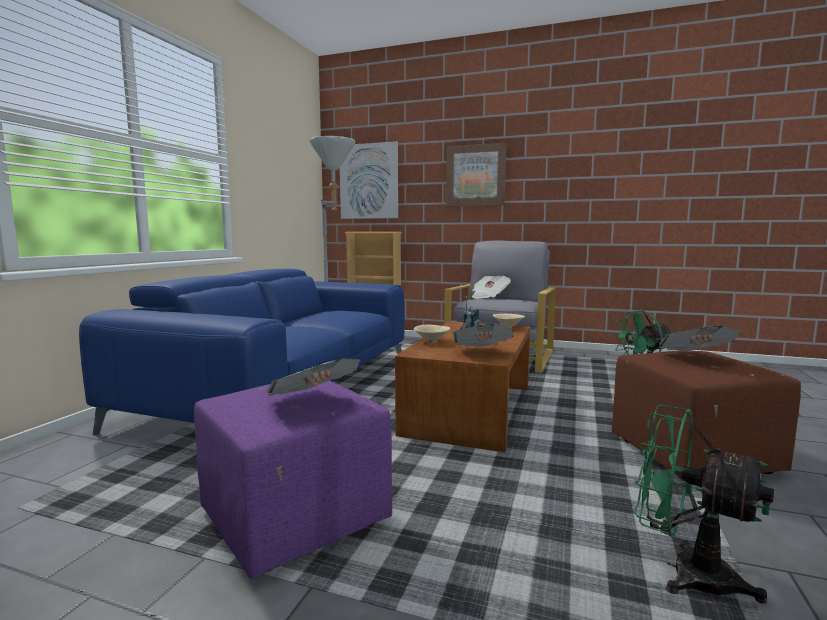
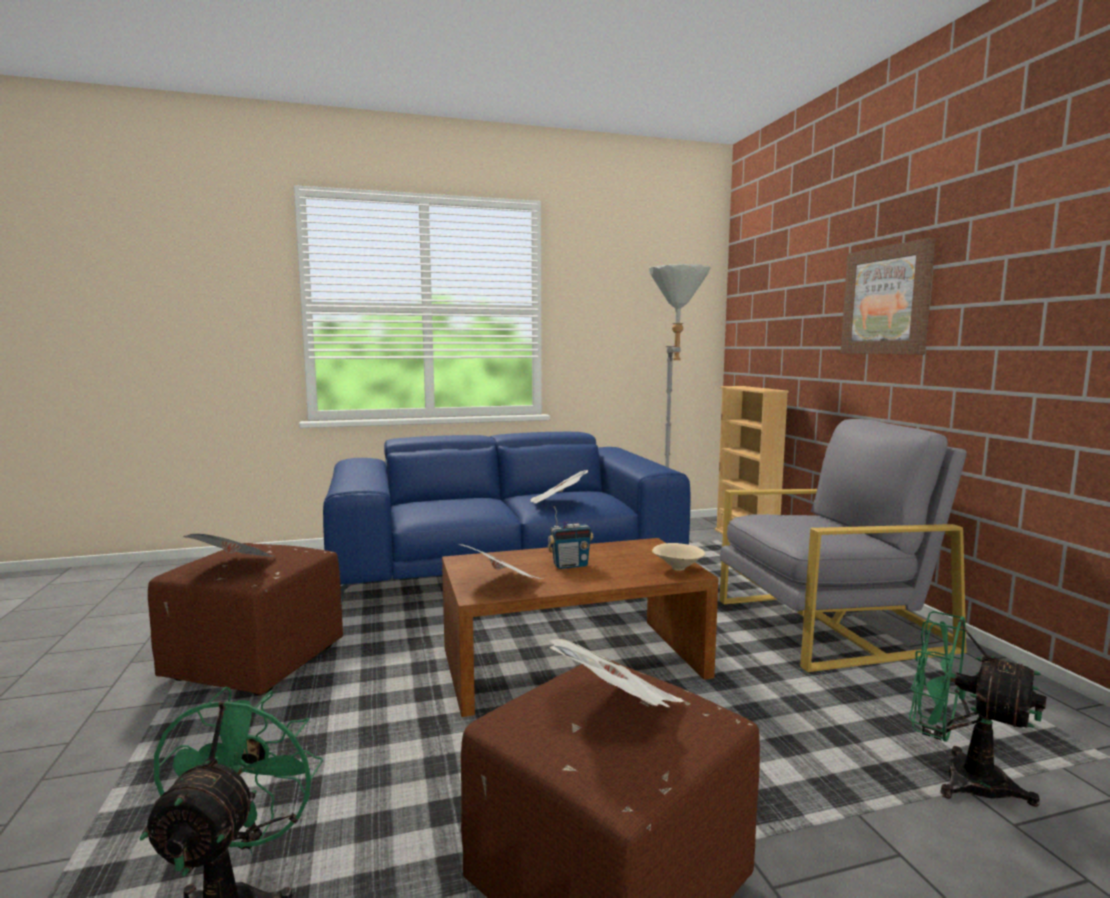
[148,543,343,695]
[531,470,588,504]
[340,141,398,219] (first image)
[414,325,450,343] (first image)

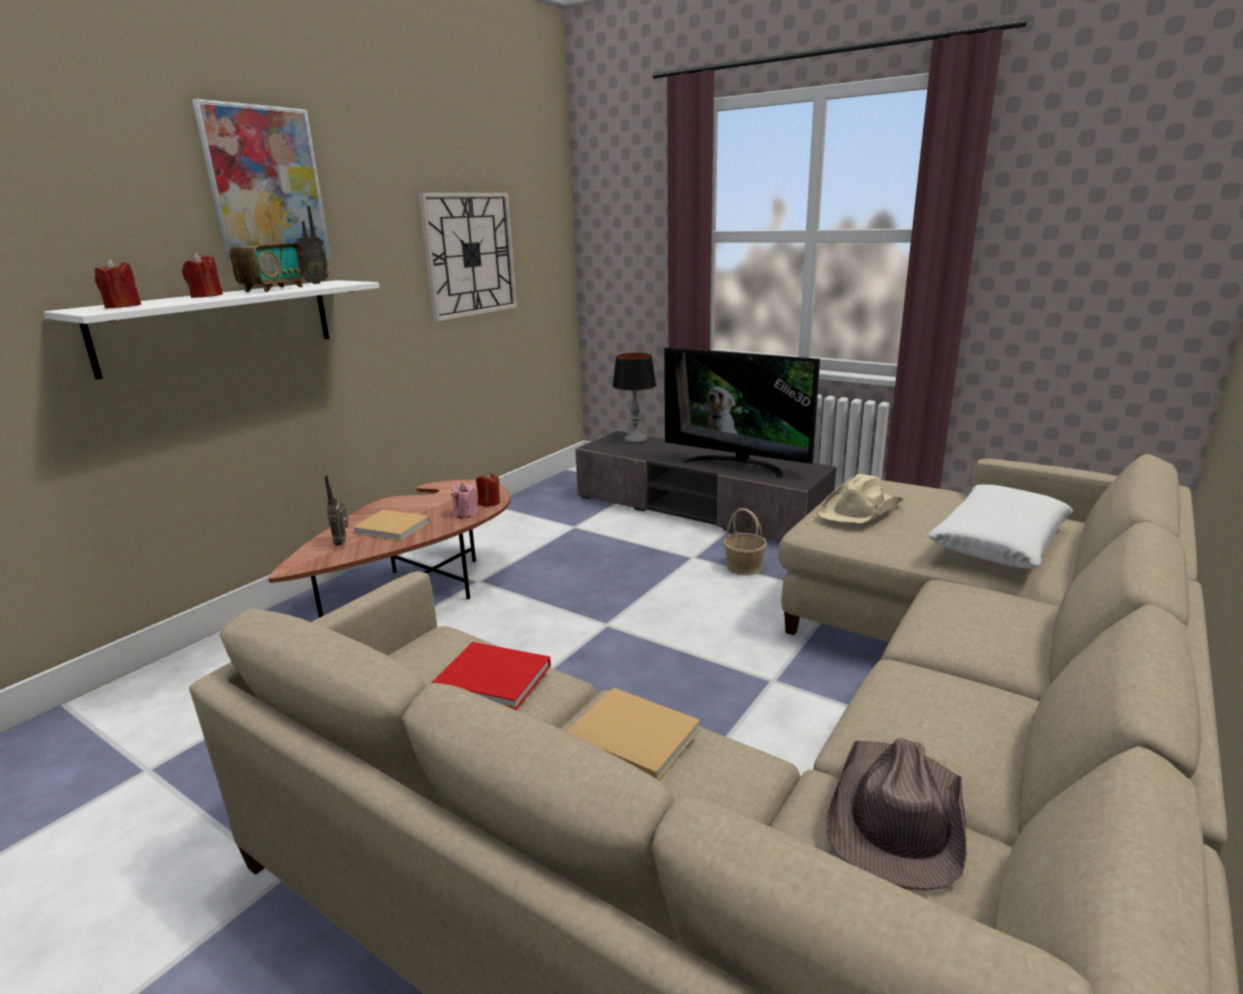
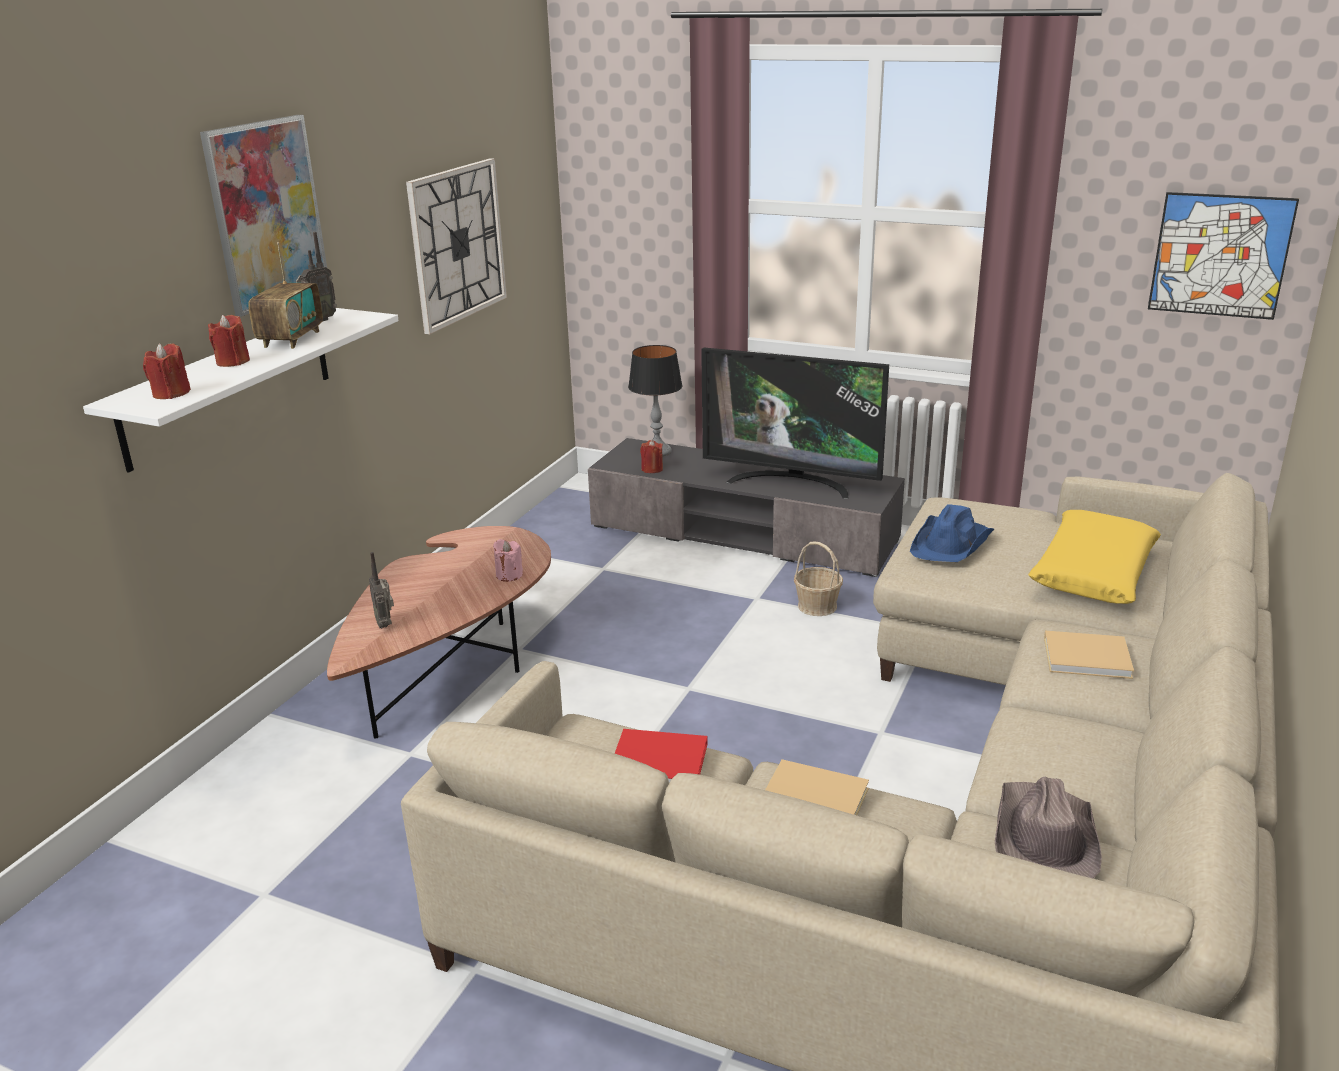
[640,440,663,473]
[910,504,994,562]
[1028,510,1161,604]
[1044,631,1134,679]
[1148,192,1299,320]

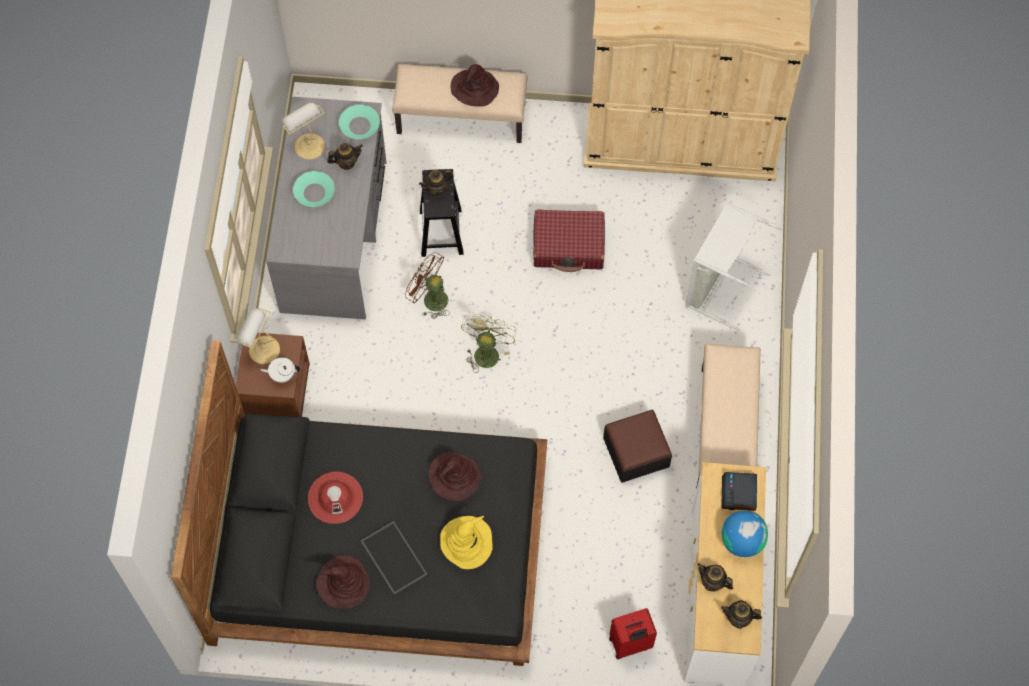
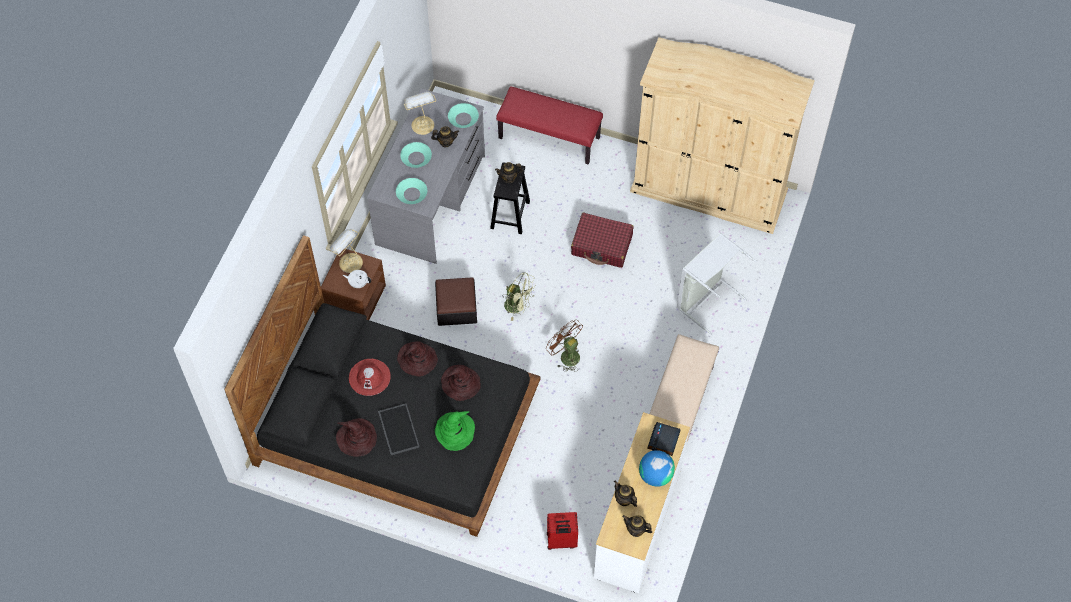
[396,178,427,204]
[397,341,438,377]
[435,277,477,326]
[435,411,475,451]
[496,87,603,165]
[504,272,536,321]
[546,320,583,372]

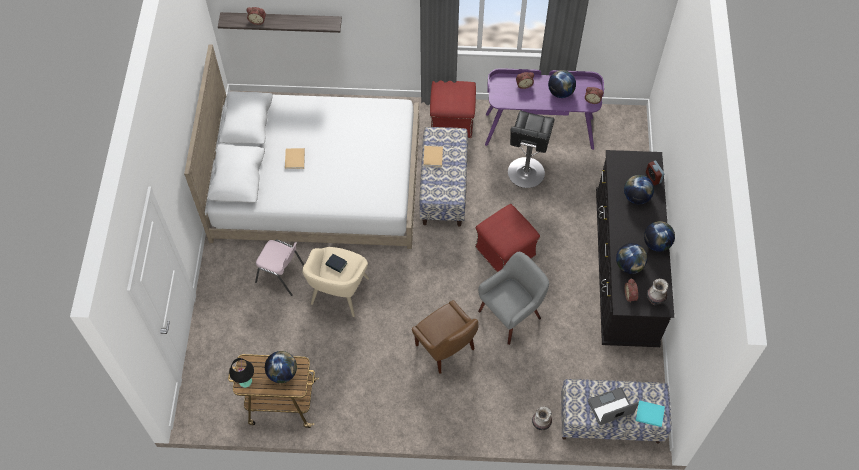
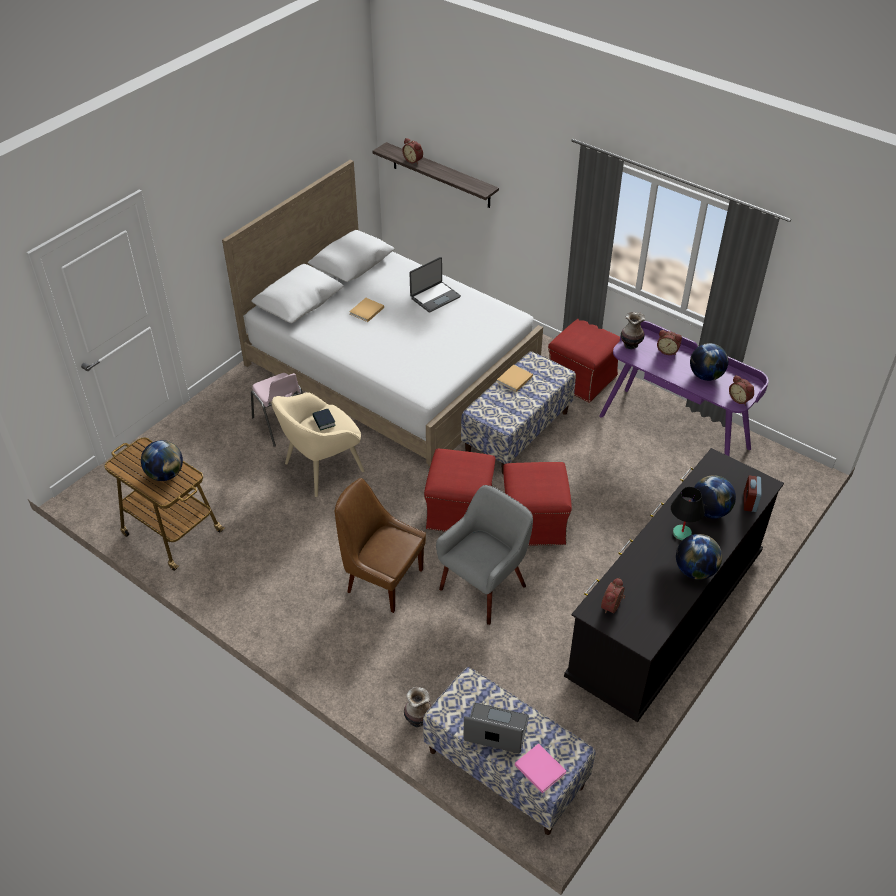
[335,478,426,613]
[409,257,461,313]
[424,449,495,532]
[436,485,533,625]
[515,743,566,793]
[621,312,645,349]
[671,487,705,540]
[508,110,555,188] (first image)
[616,243,647,274] (first image)

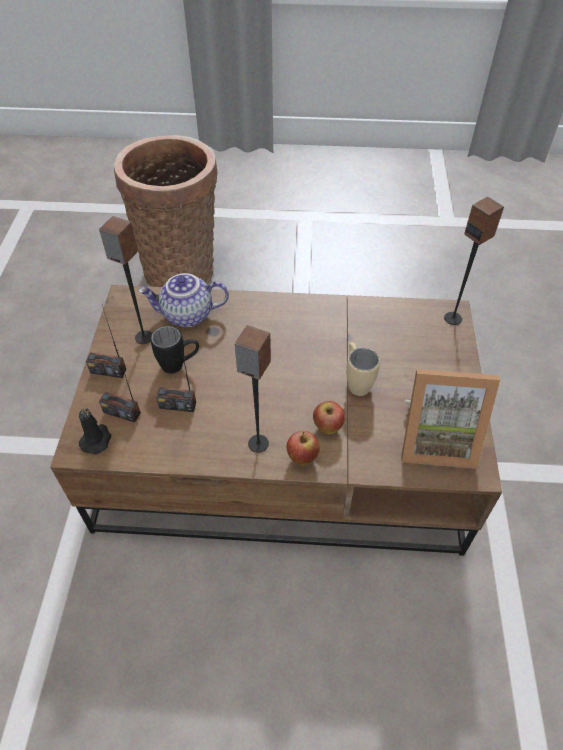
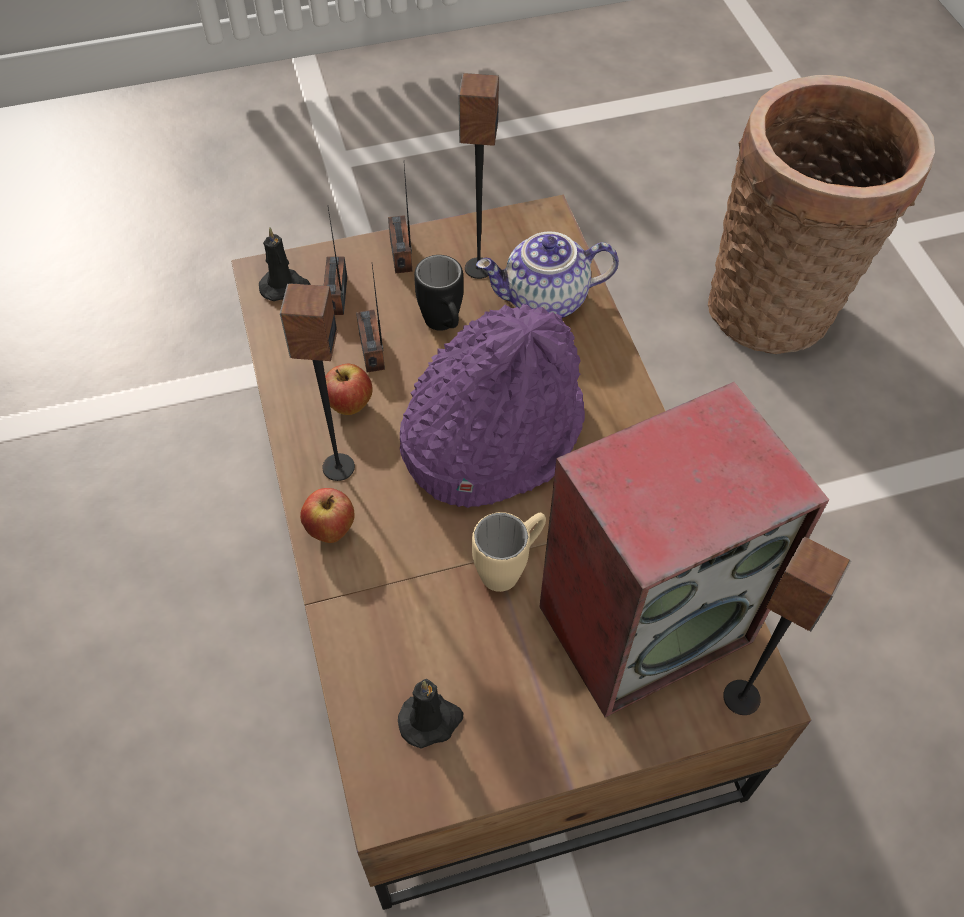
[325,364,372,415]
[398,679,463,749]
[400,304,585,508]
[476,232,619,318]
[539,382,829,717]

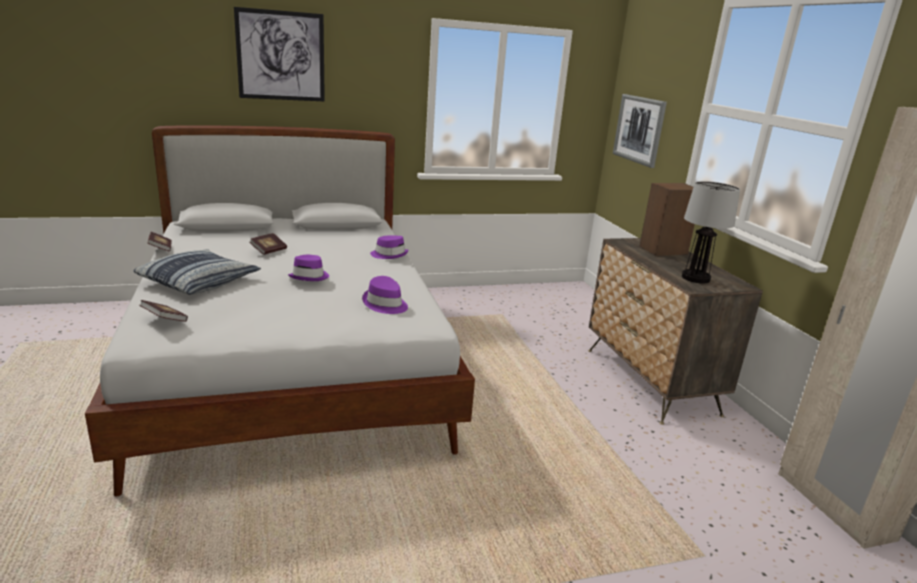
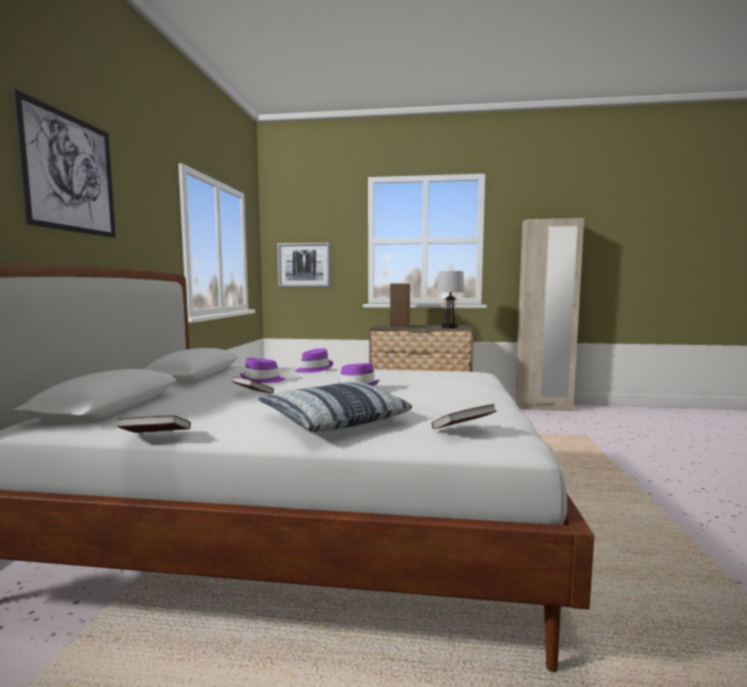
[240,358,285,383]

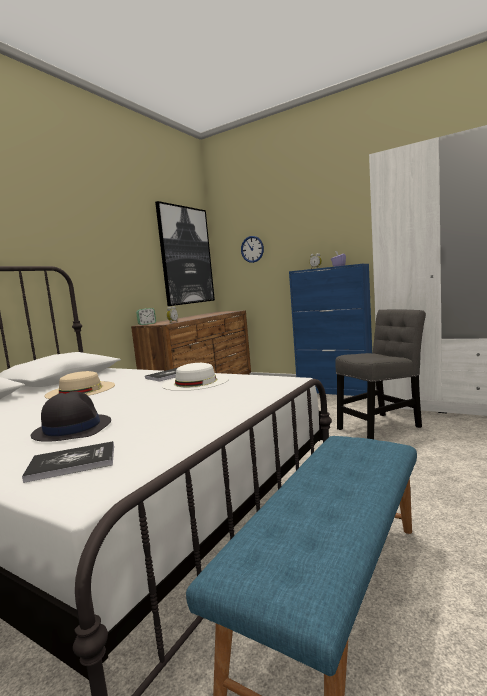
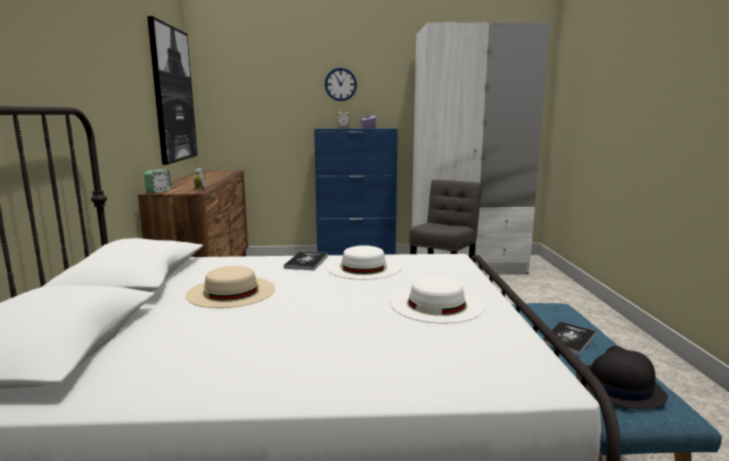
[325,67,357,101]
[391,276,484,324]
[542,322,596,355]
[576,346,668,409]

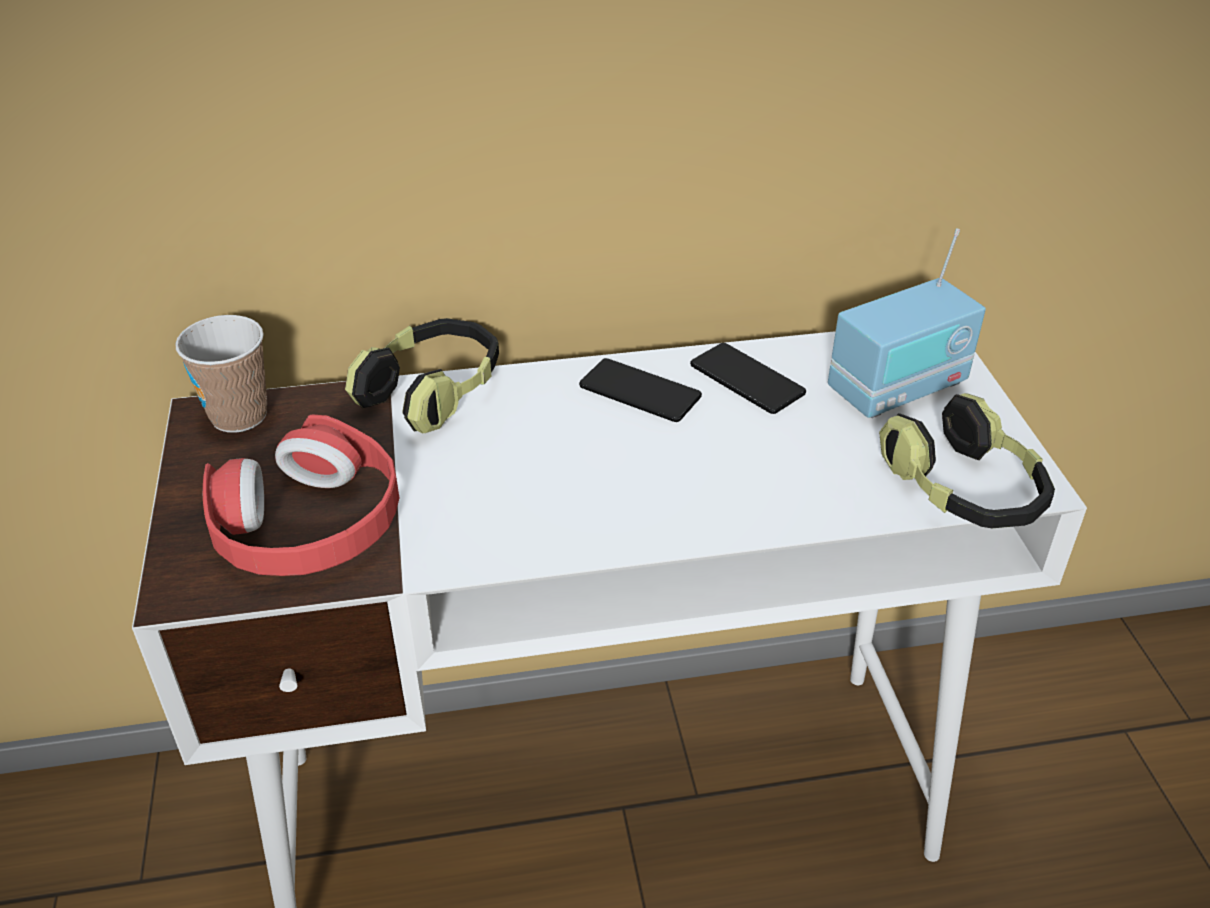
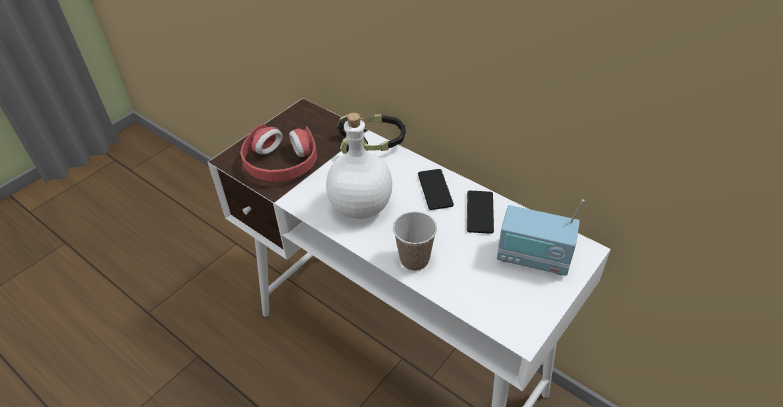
[326,113,392,219]
[393,211,437,271]
[879,393,1055,528] (first image)

